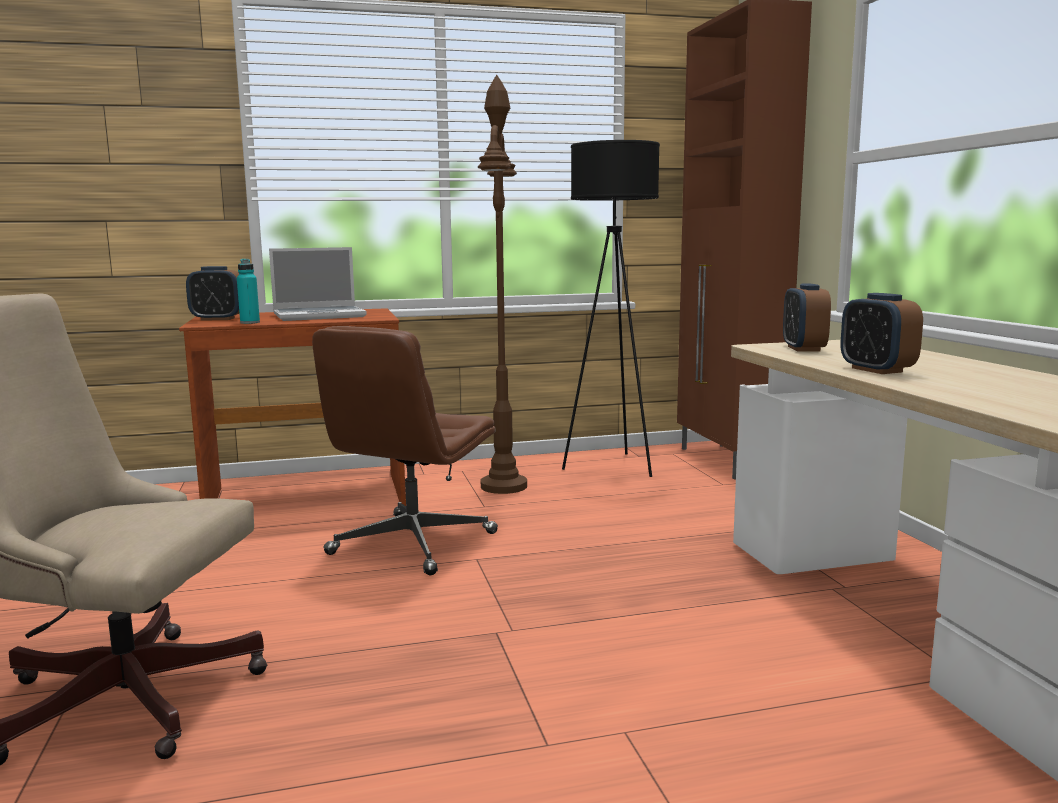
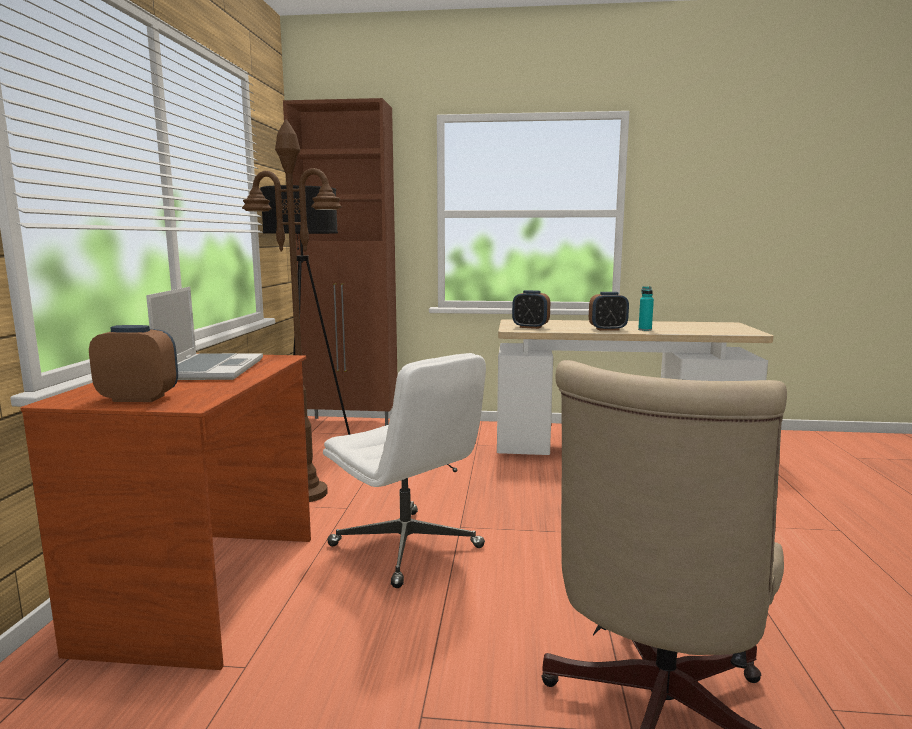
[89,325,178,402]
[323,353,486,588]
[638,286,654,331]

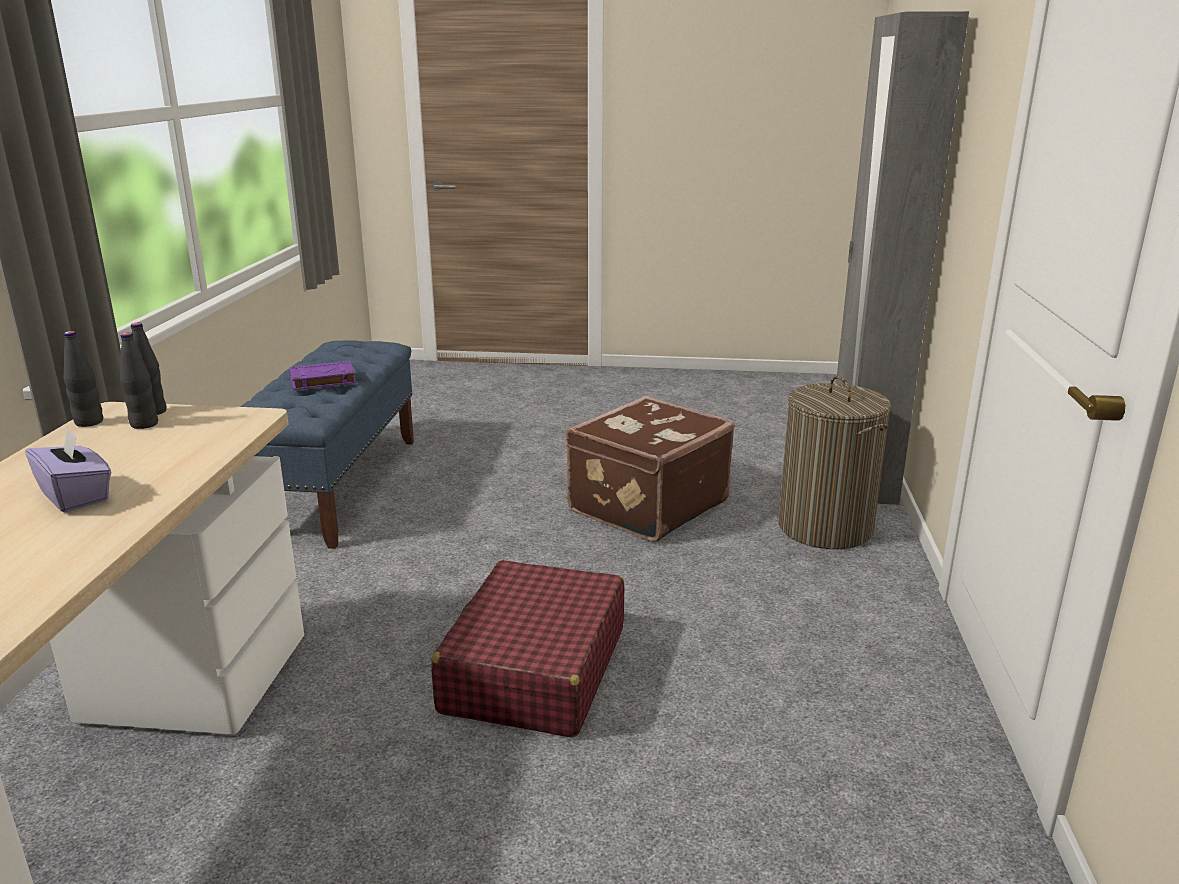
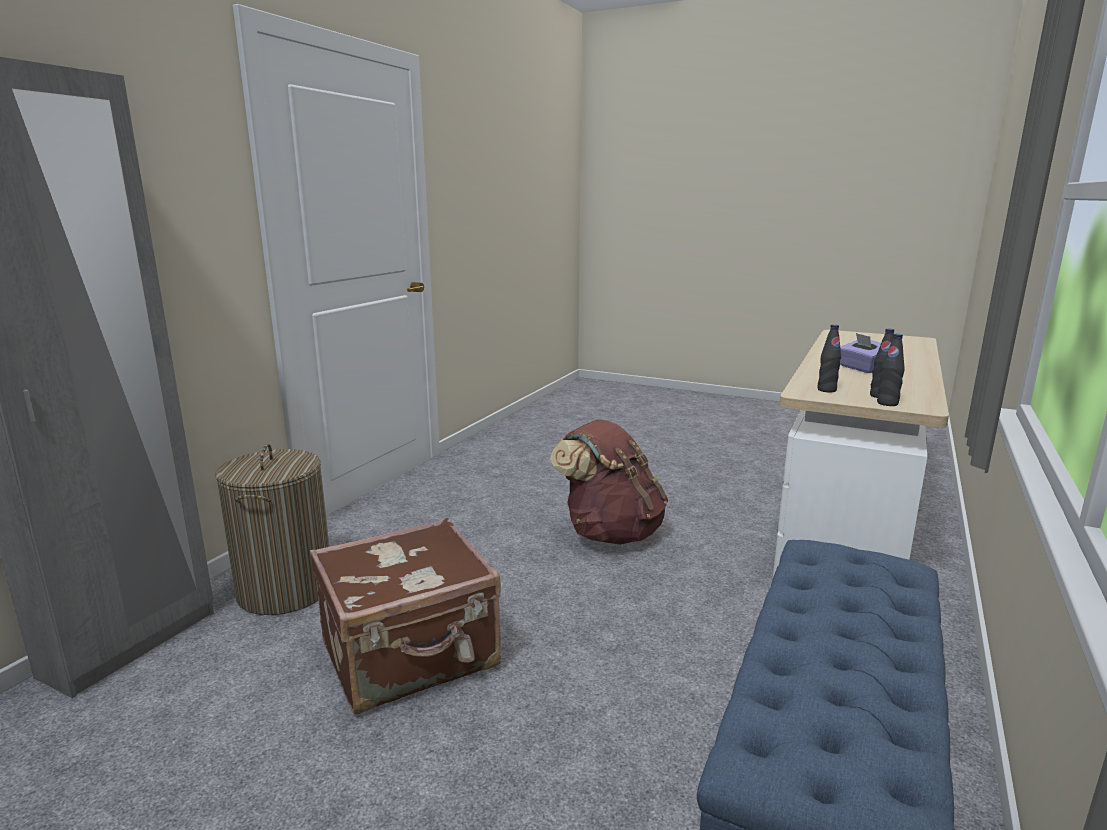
[550,419,668,545]
[817,324,841,392]
[289,361,357,390] (first image)

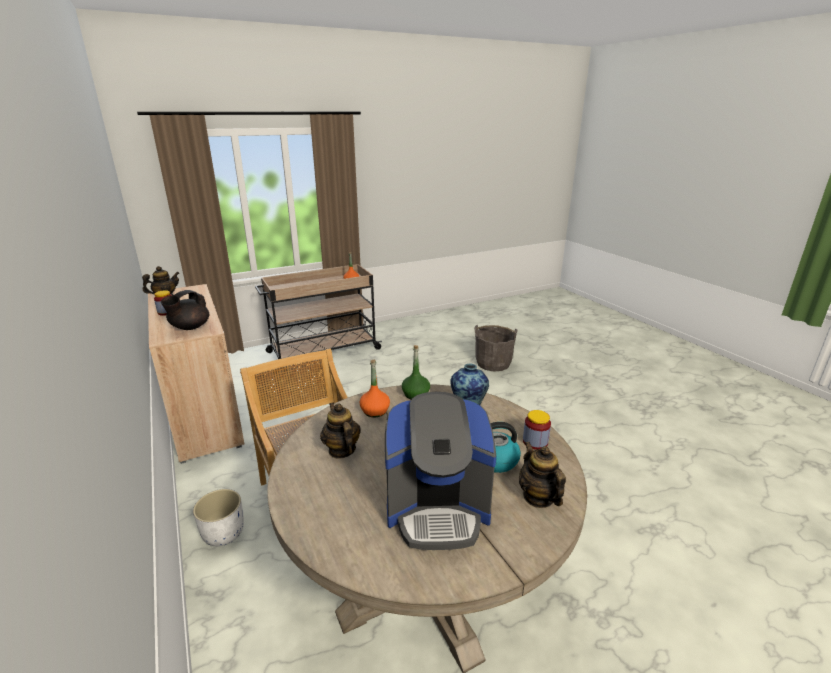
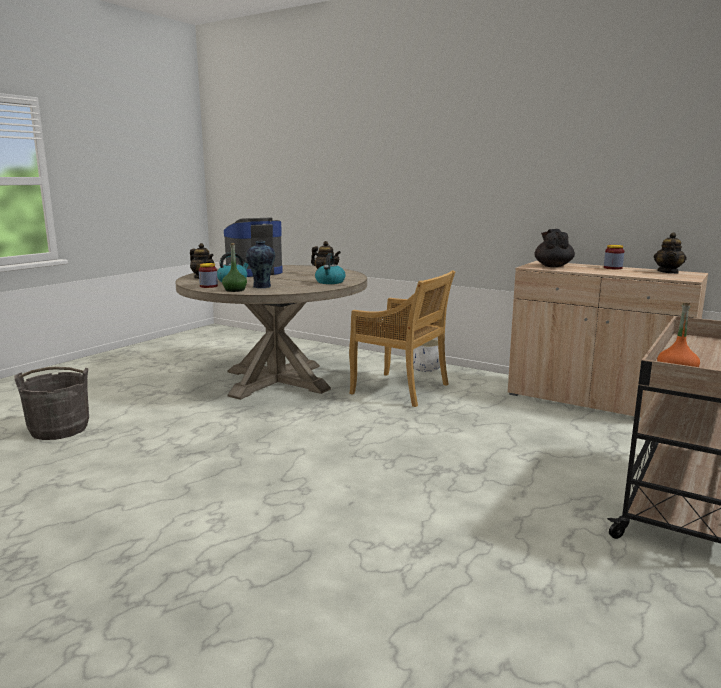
[14,367,89,440]
[222,243,247,292]
[315,253,346,284]

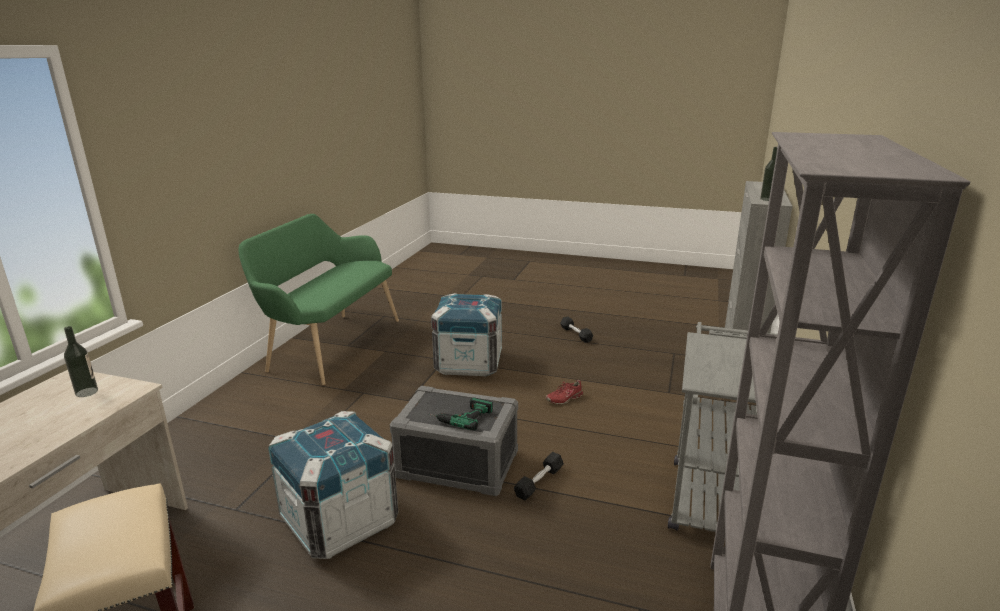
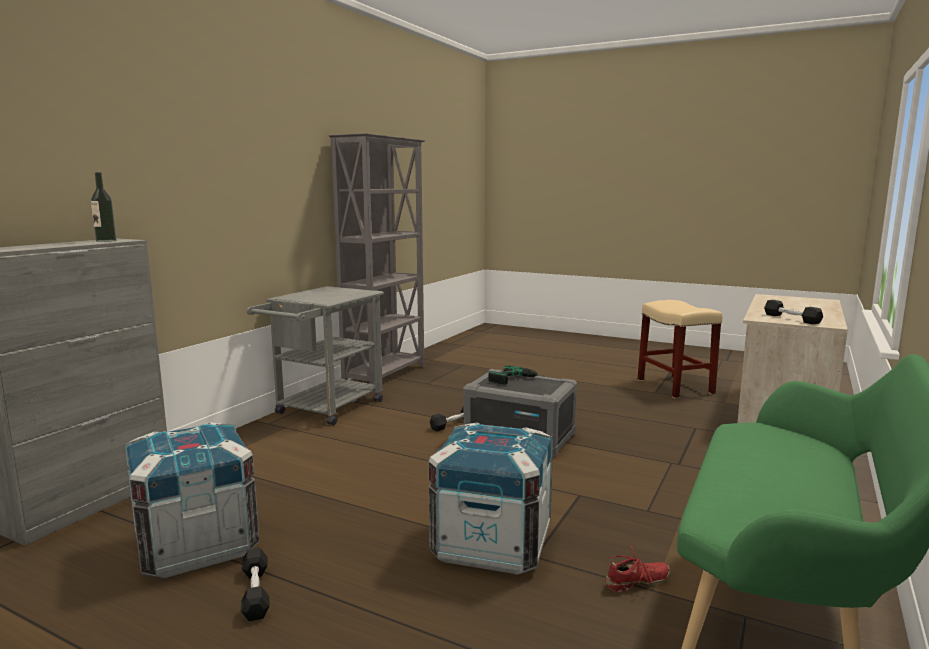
[125,422,260,578]
[605,546,671,592]
[764,300,823,324]

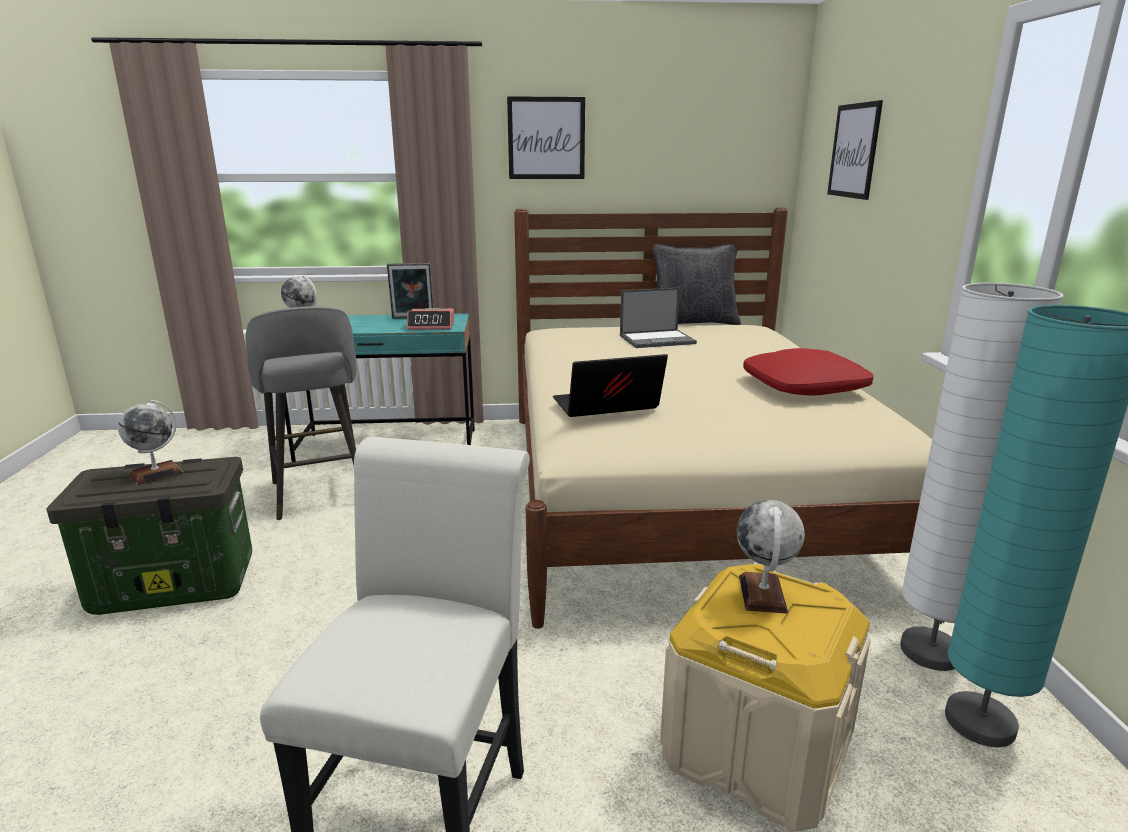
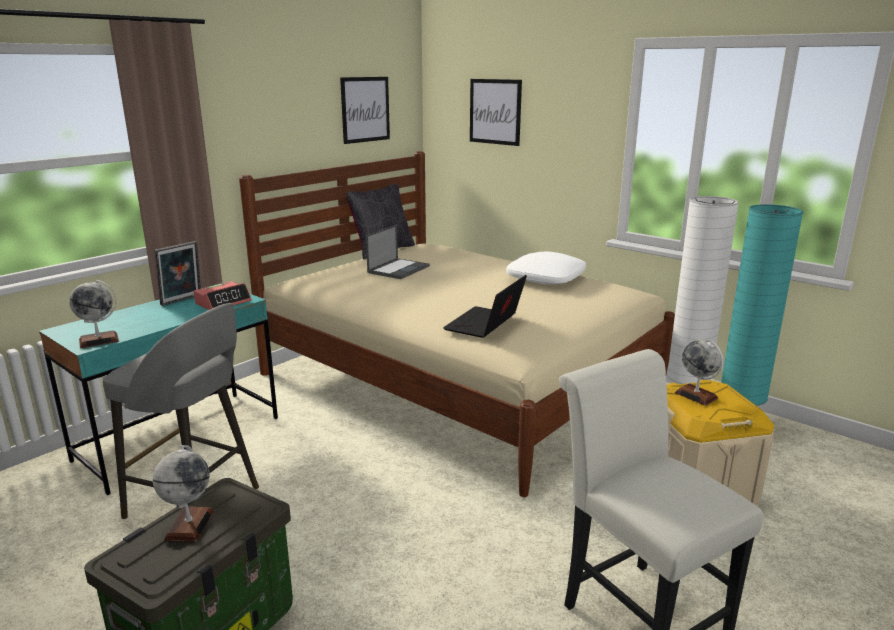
[340,77,390,144]
[506,251,586,284]

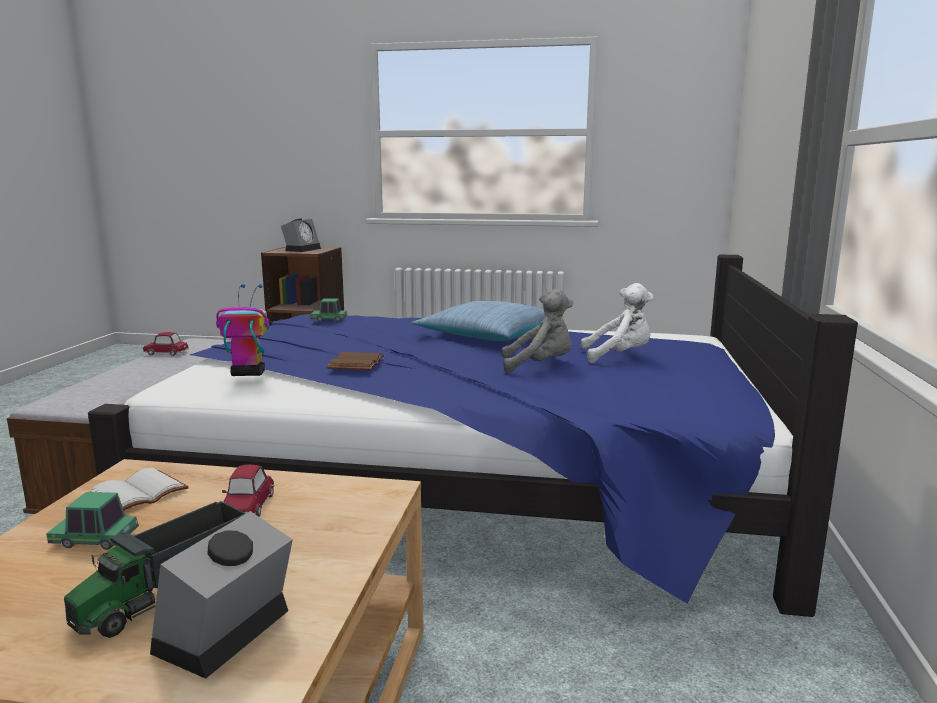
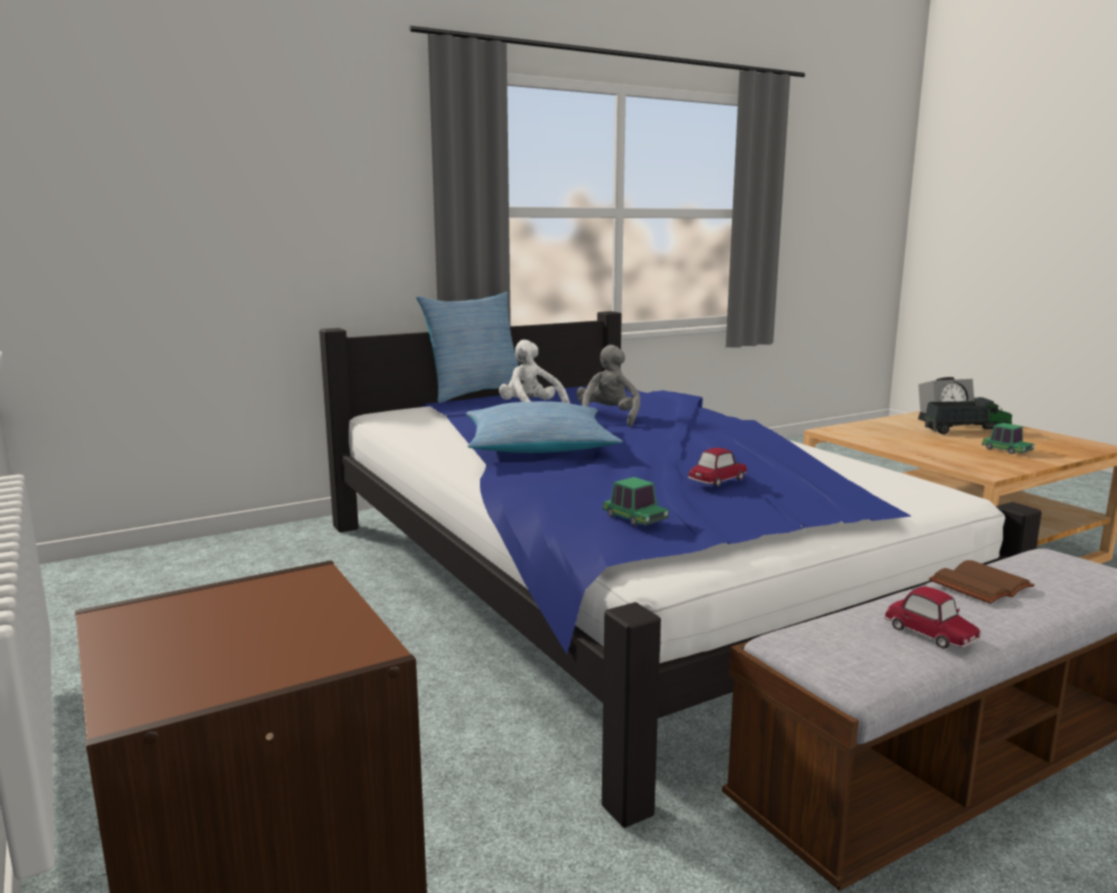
[416,292,519,403]
[576,345,640,427]
[688,448,747,486]
[929,560,1035,604]
[90,468,189,510] (first image)
[216,284,270,376] (first image)
[281,218,321,252] (first image)

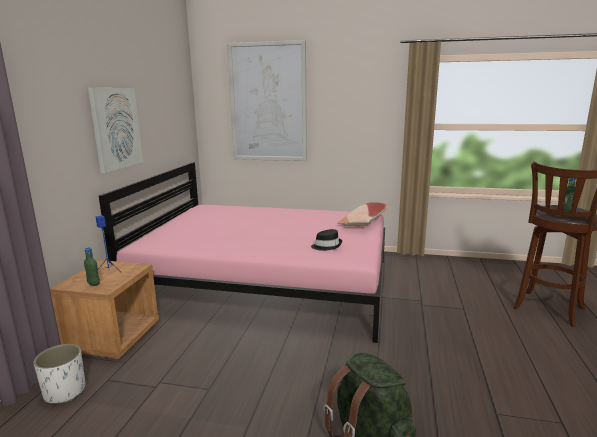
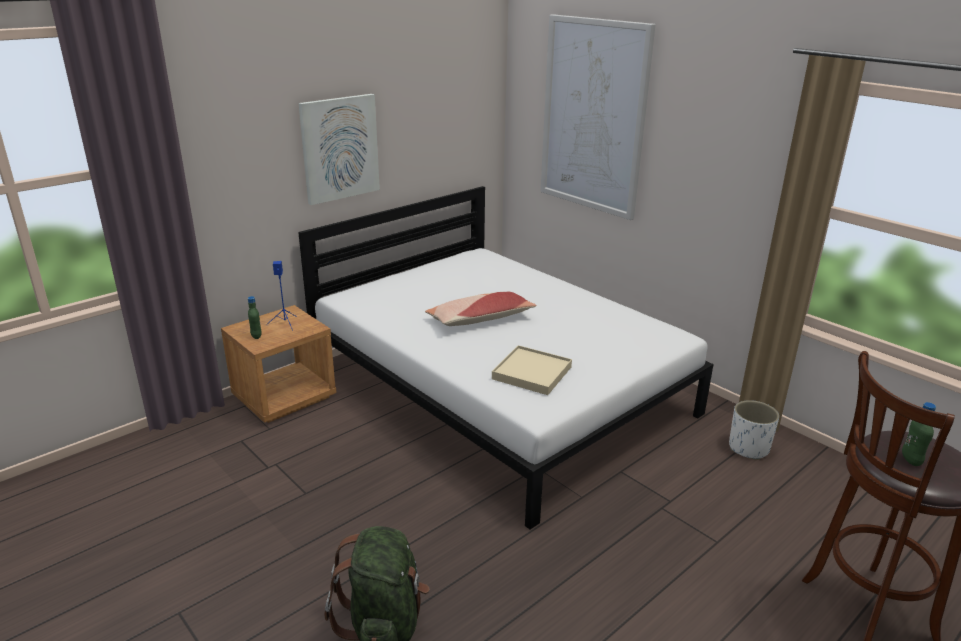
[298,186,714,529]
[425,292,537,326]
[492,345,572,395]
[729,400,779,460]

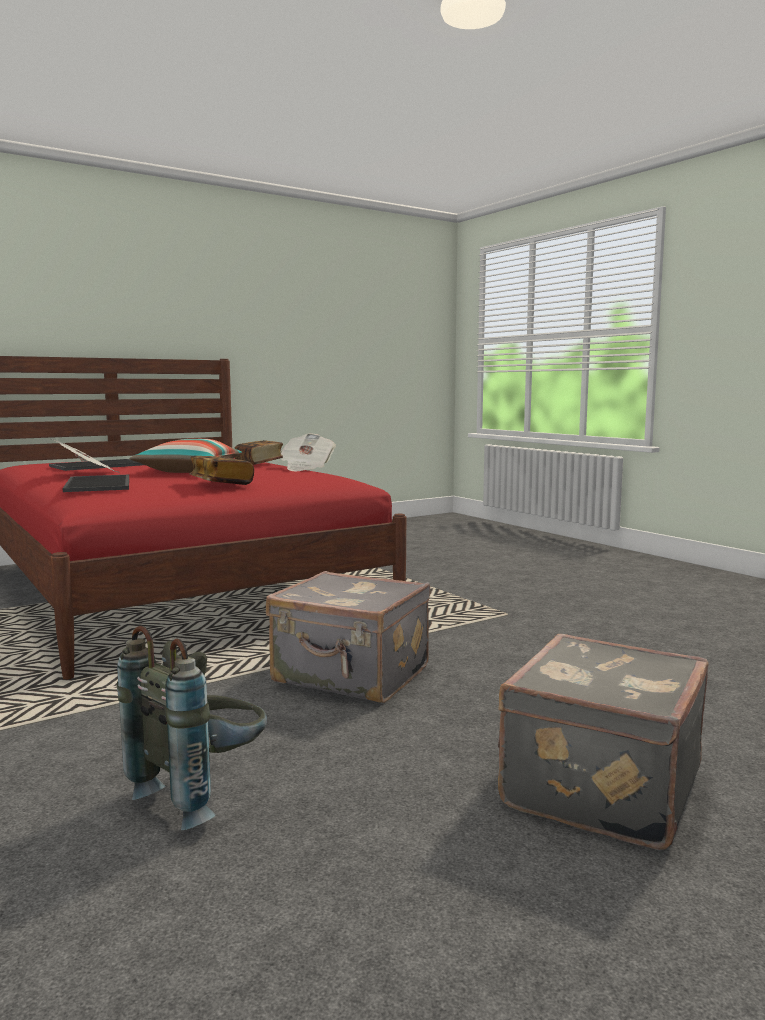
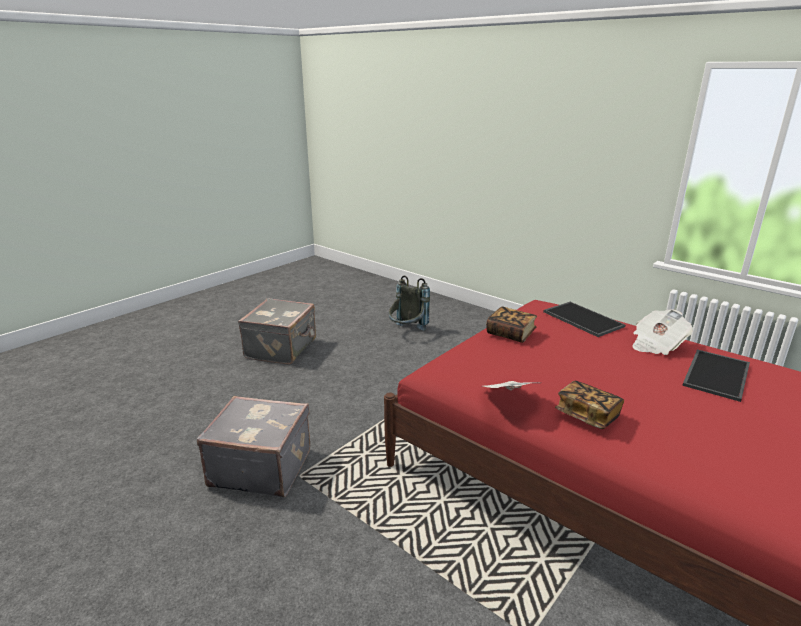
[197,396,310,497]
[130,439,242,473] (first image)

